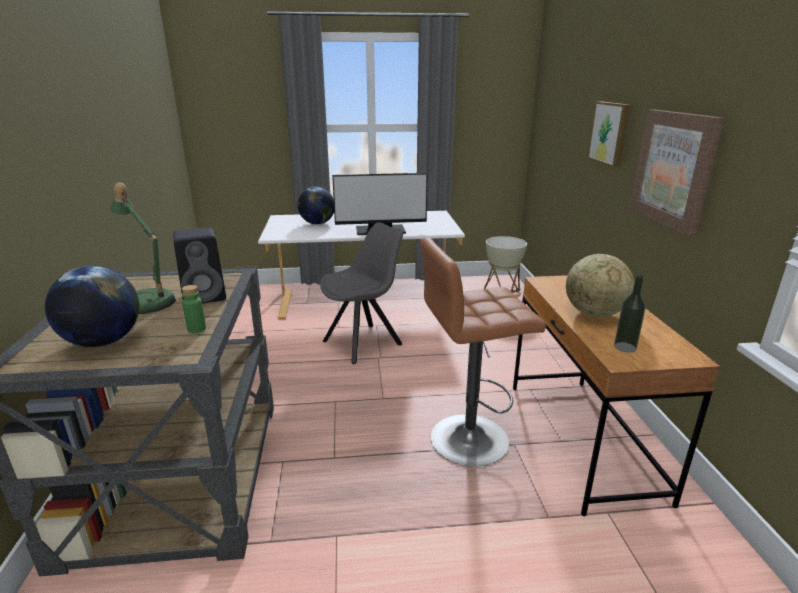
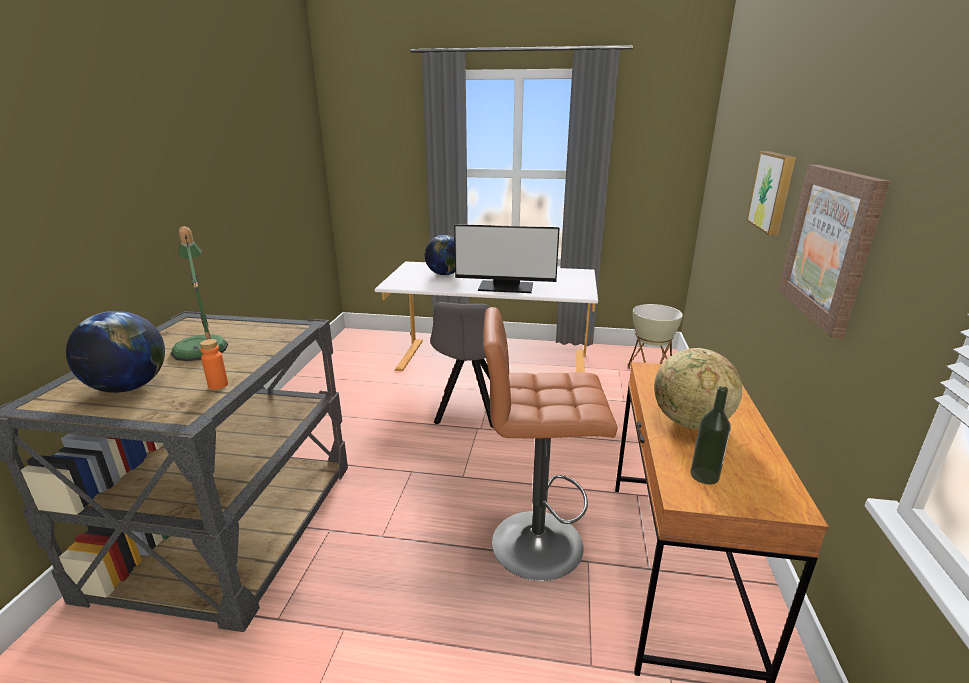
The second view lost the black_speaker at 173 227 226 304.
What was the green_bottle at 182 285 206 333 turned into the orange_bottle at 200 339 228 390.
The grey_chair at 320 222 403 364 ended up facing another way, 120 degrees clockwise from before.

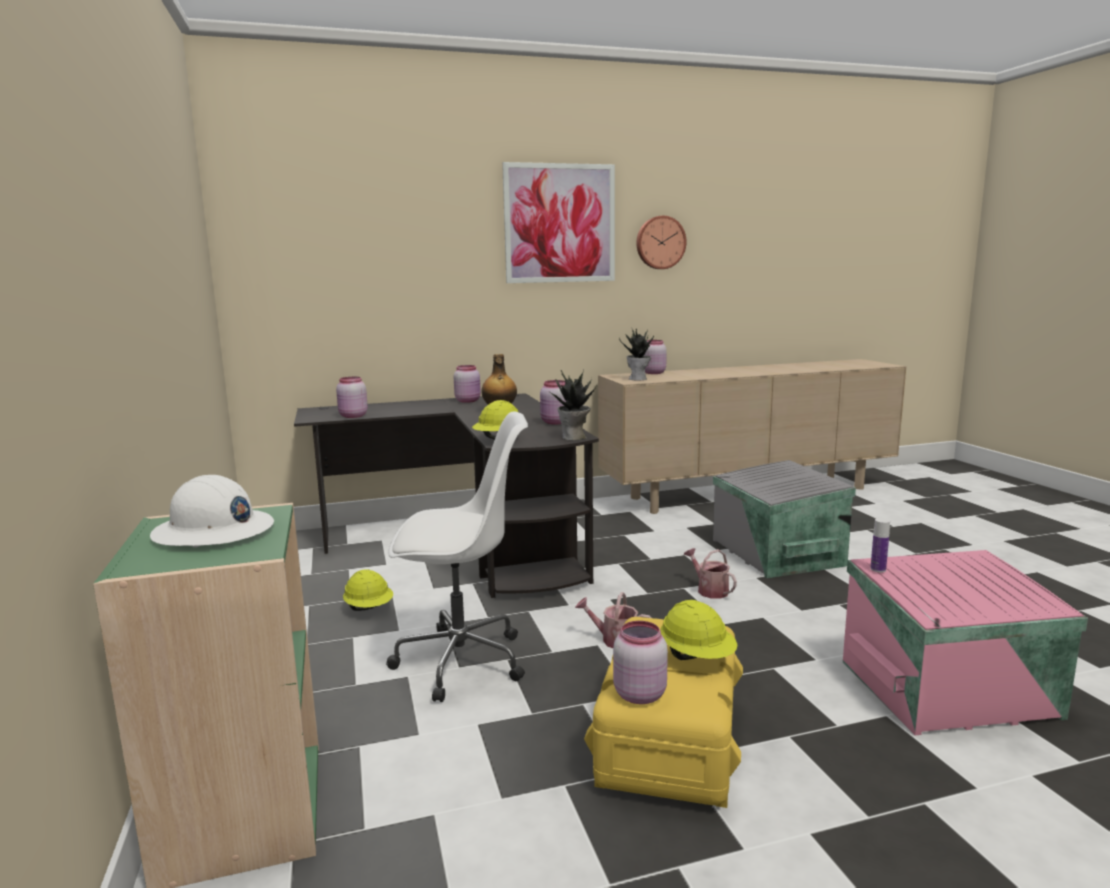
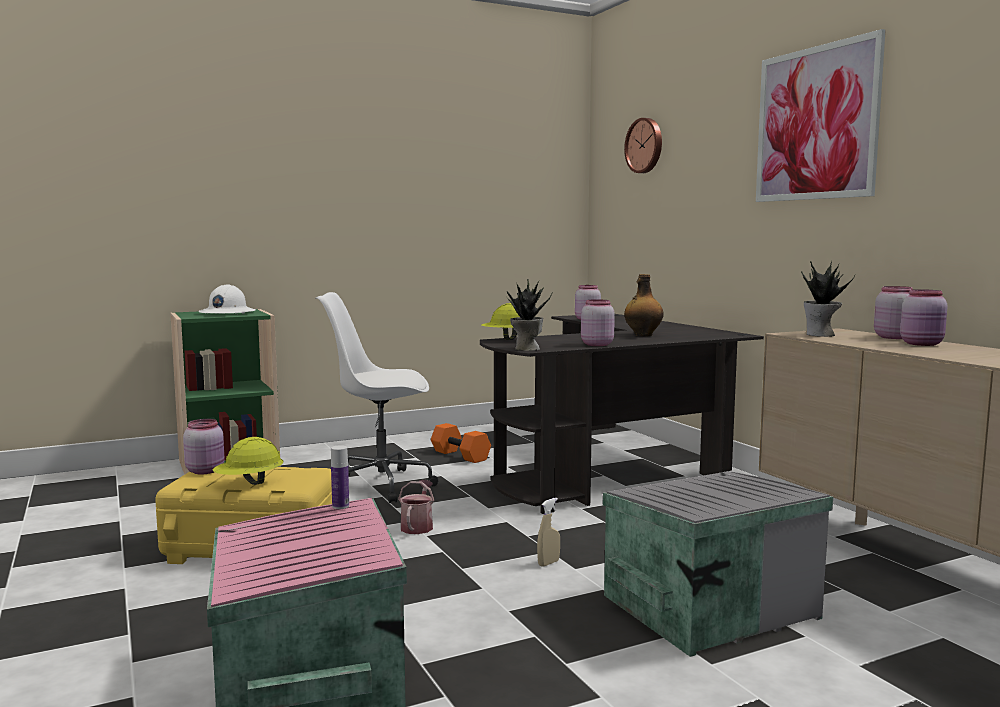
The pink_jar ended up elsewhere, having gone from 454 365 481 403 to 900 289 947 346.
The wall_clock ended up elsewhere, having gone from 636 216 687 269 to 624 118 662 173.
Where the yellow_hard_hat stood at 343 569 393 611, the orange_dumbbell came to stand at 431 423 491 463.
Where the watering_can stood at 684 548 737 599, the beige_spray_bottle came to stand at 537 498 560 567.
The white_office_chair at 386 412 528 702 ended up facing another way, 105 degrees clockwise from before.

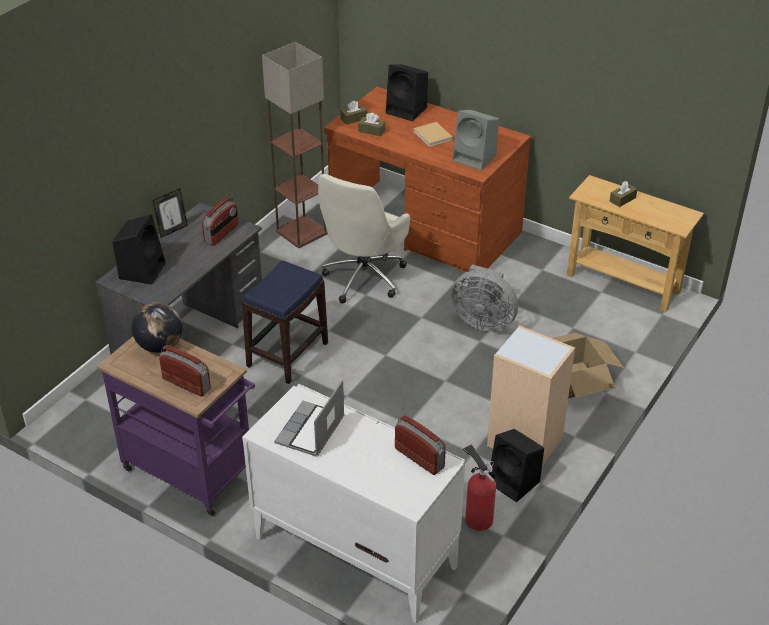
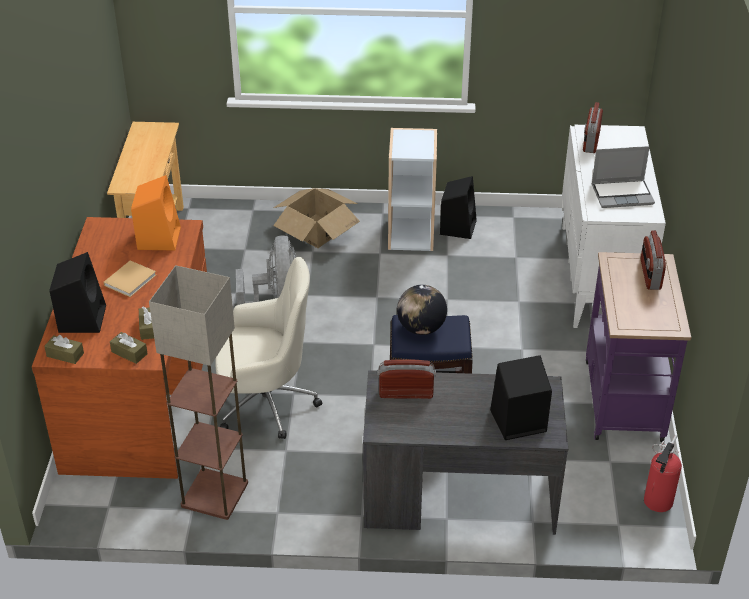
The second view lost the picture_frame at 152 188 188 238.
The globe ended up elsewhere, having gone from 132 302 183 353 to 397 285 447 335.
The fire_extinguisher ended up elsewhere, having gone from 463 444 496 531 to 644 435 682 512.
The brown_tissue_box ended up elsewhere, having gone from 610 181 637 207 to 44 335 84 364.
What was the grey_speaker at 452 110 499 170 turned into the orange_speaker at 131 175 181 251.

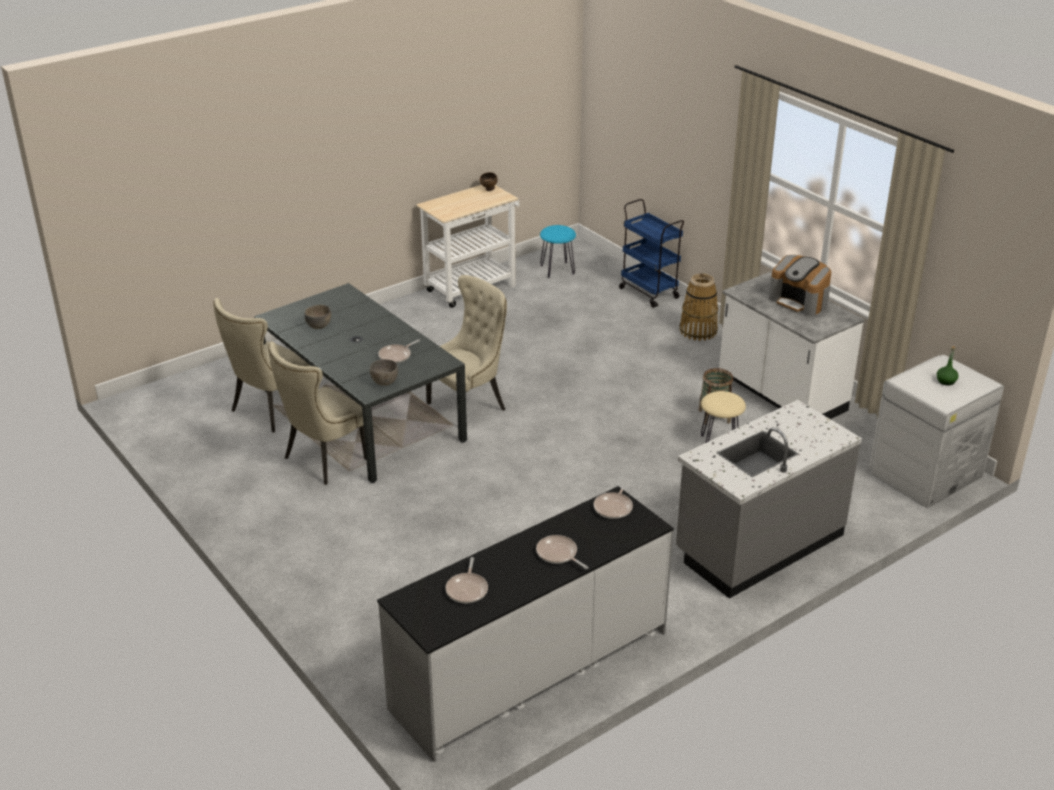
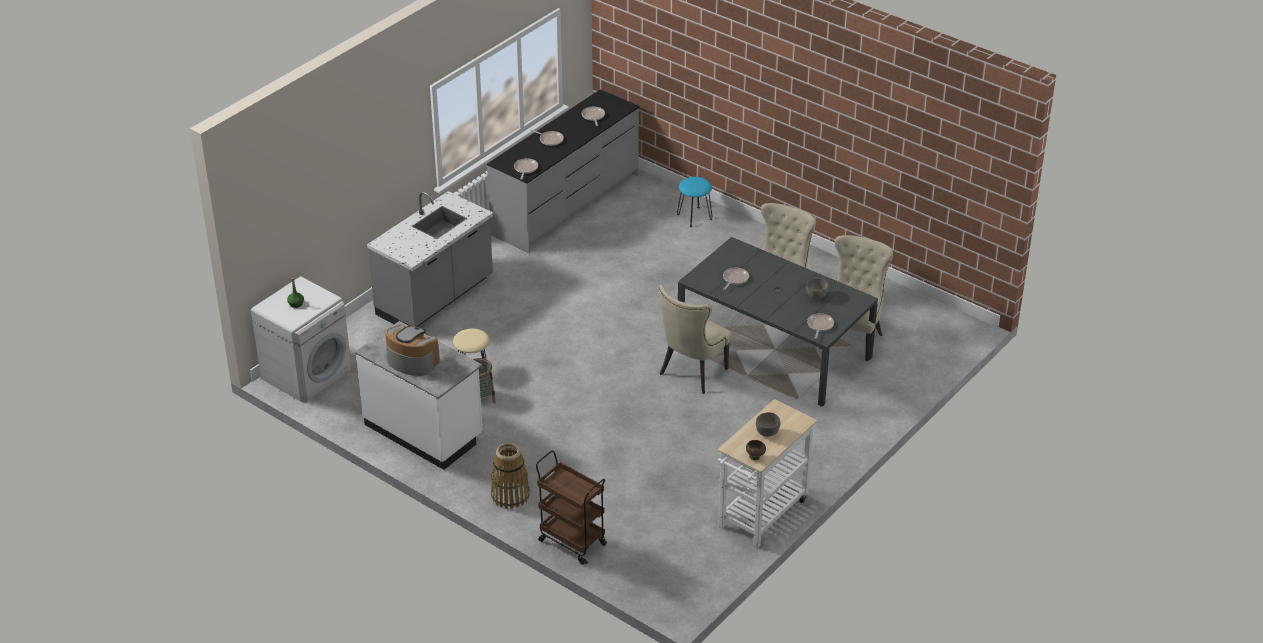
The second view gained the frying_pan at 807 313 834 339.
The grey_bowl ended up elsewhere, having gone from 370 359 398 386 to 756 412 780 437.
The turquoise_stool ended up elsewhere, having gone from 540 225 576 278 to 677 177 713 227.
What was the blue_cart at 619 199 684 308 turned into the brown_cart at 536 451 607 565.

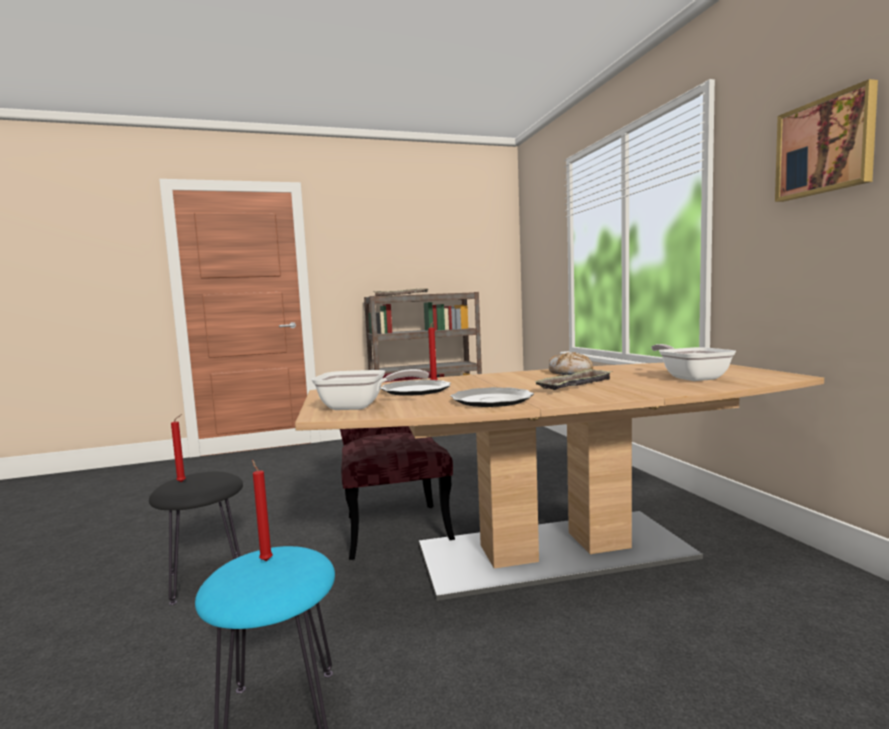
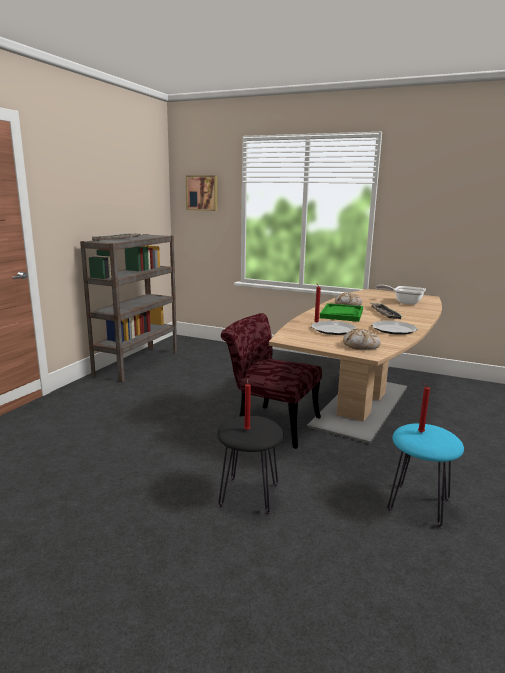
The second view gained the green_tray at 320 303 363 322.
The picture ended up elsewhere, having gone from 775 79 878 202 to 186 175 217 211.
Where the frying_pan stood at 311 369 429 410, the bread came to stand at 343 328 381 350.

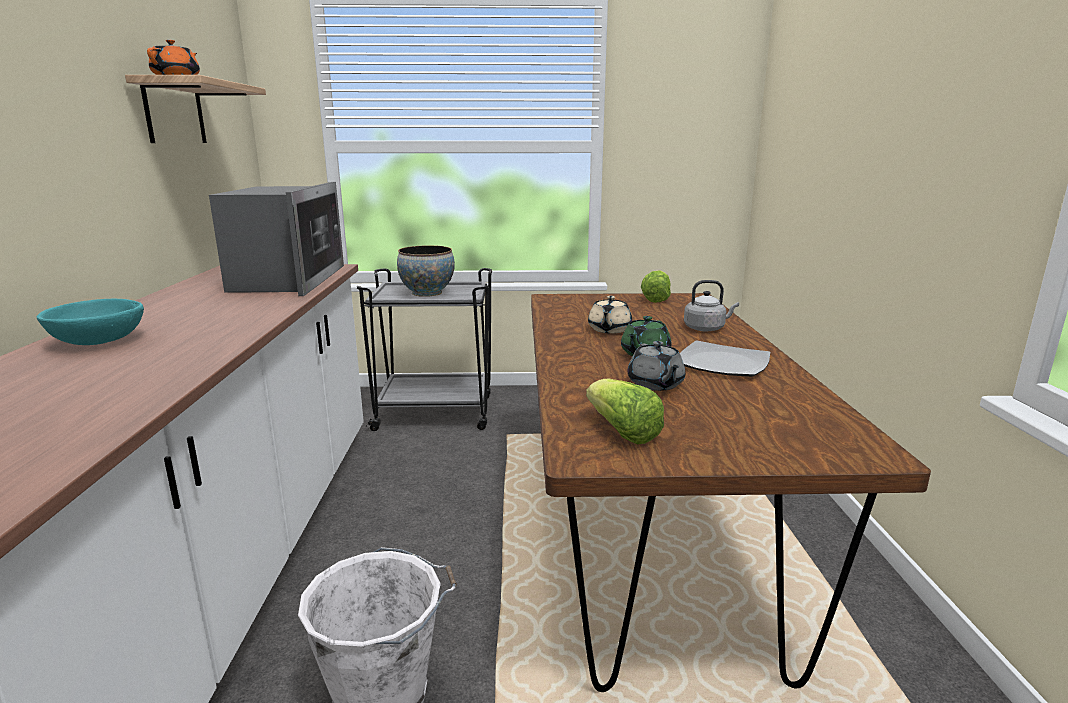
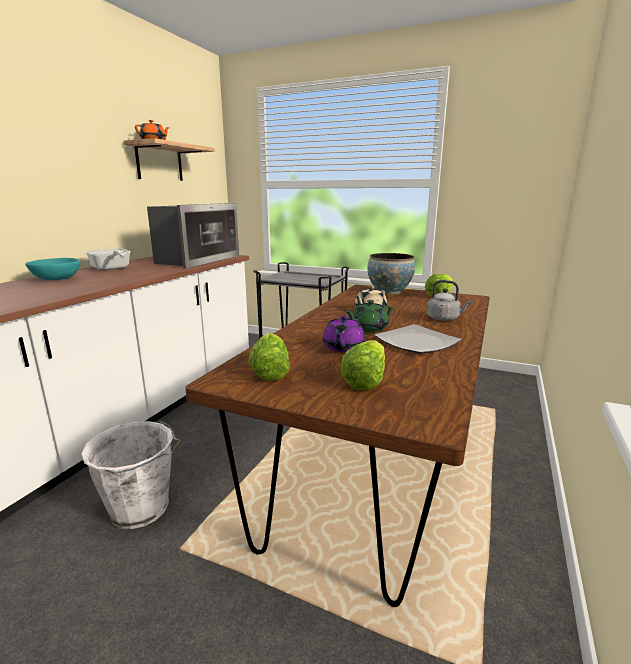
The second view gained the frying_pan at 85 248 131 270.
The second view gained the lettuce at 340 340 385 390.
The bowl ended up elsewhere, having gone from 397 245 455 297 to 367 253 415 295.
What was the grey_teapot at 628 341 685 391 turned into the purple_teapot at 323 315 365 352.

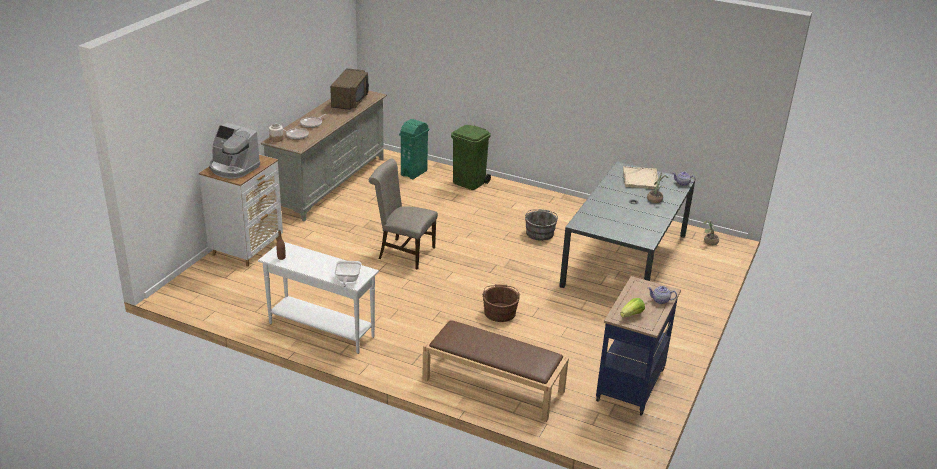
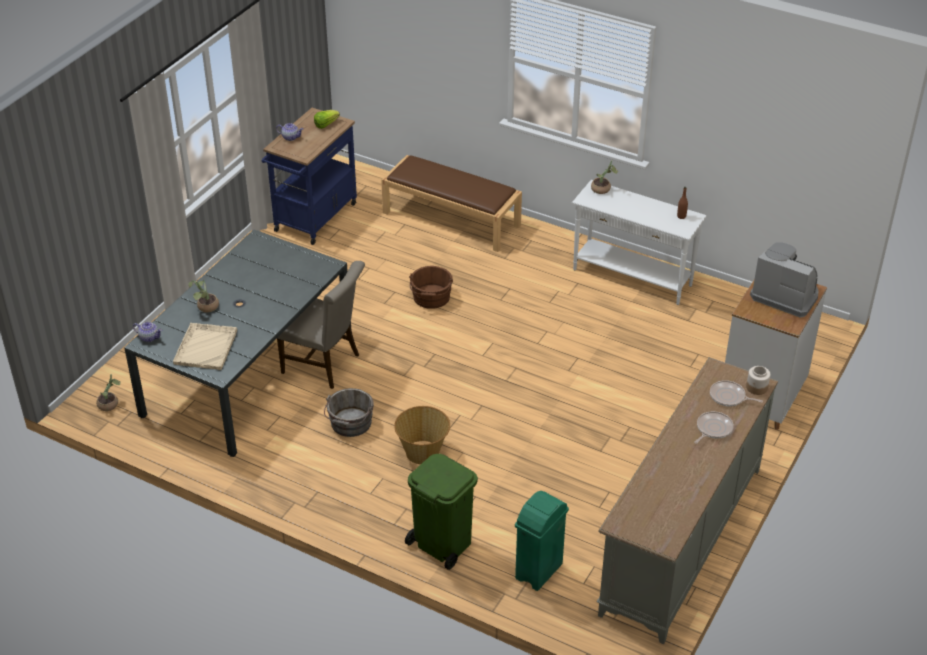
The second view lost the brown_microwave at 330 68 369 110.
The second view gained the basket at 394 406 450 464.
The beige_chair ended up elsewhere, having gone from 369 158 438 270 to 277 261 365 389.
Where the frying_pan stood at 334 260 361 287, the potted_plant came to stand at 591 160 619 194.

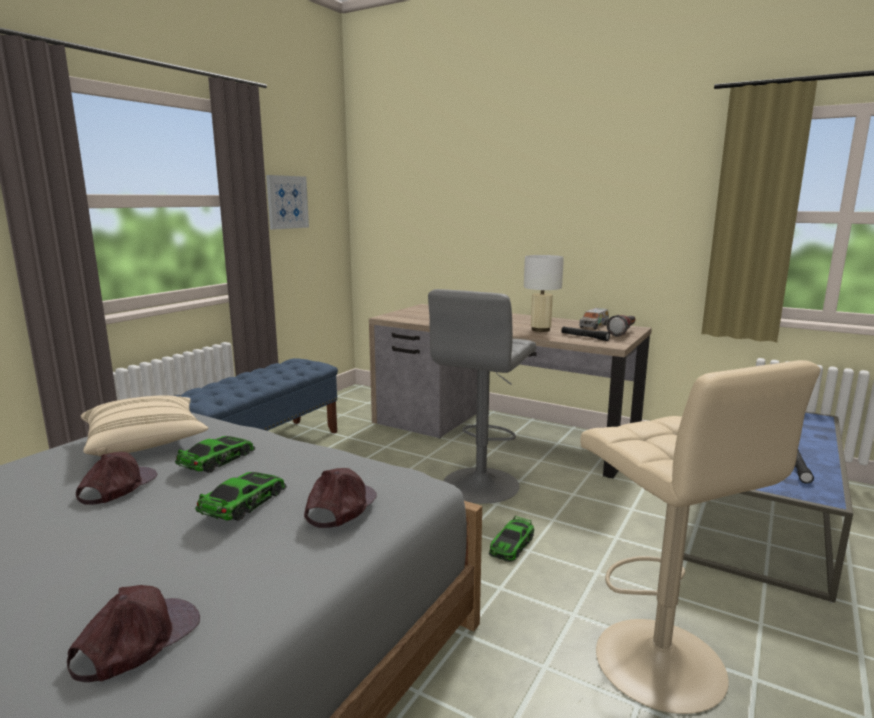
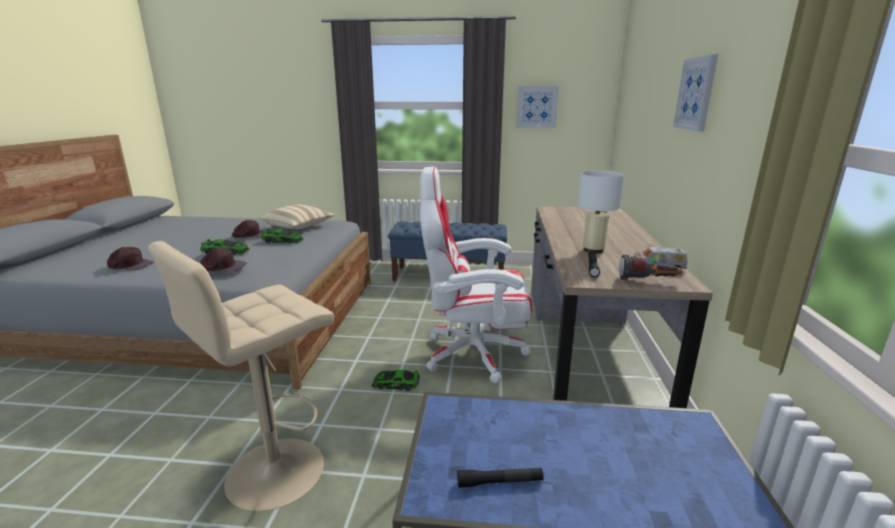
The second view gained the picture at 673 54 718 132.
Where the grey_stool stood at 428 289 536 504, the white_office_chair came to stand at 420 166 533 383.

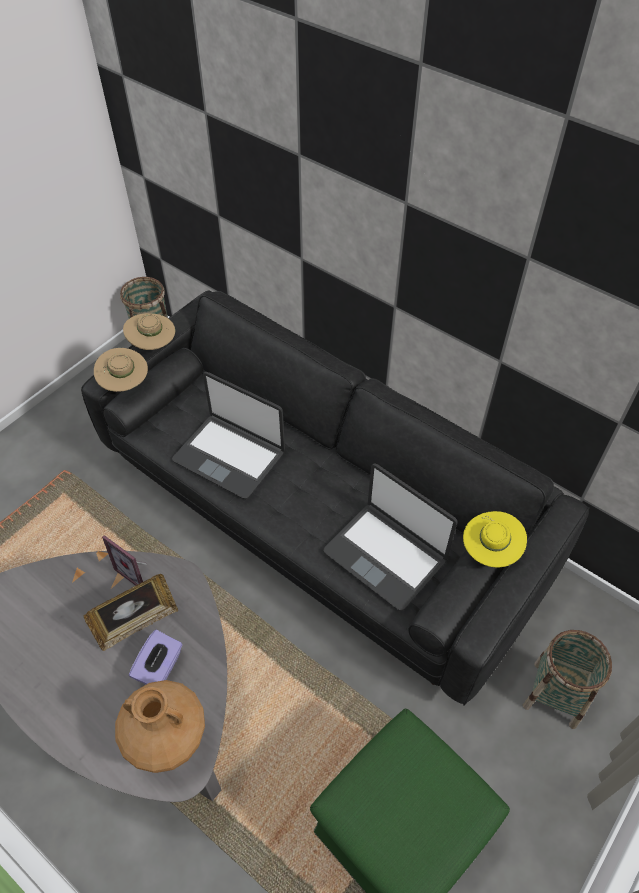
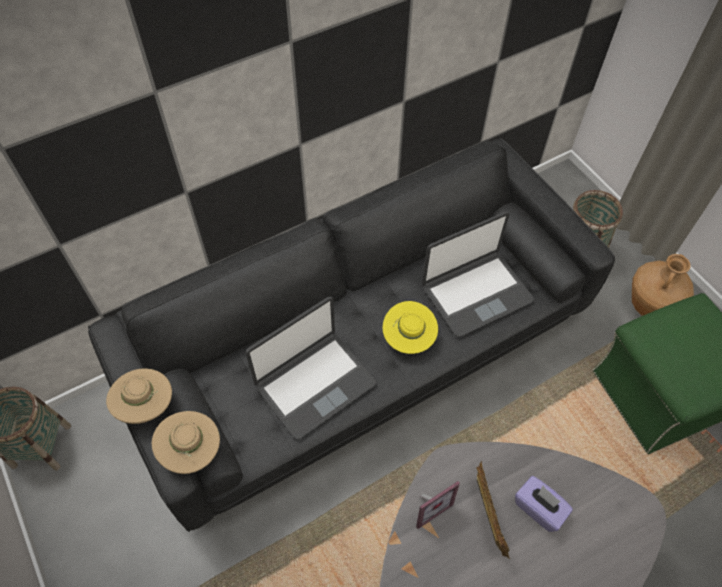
The brown_vase ended up elsewhere, having gone from 115 680 205 773 to 632 254 694 316.
The yellow_hat ended up elsewhere, having gone from 463 511 527 567 to 382 301 438 354.

